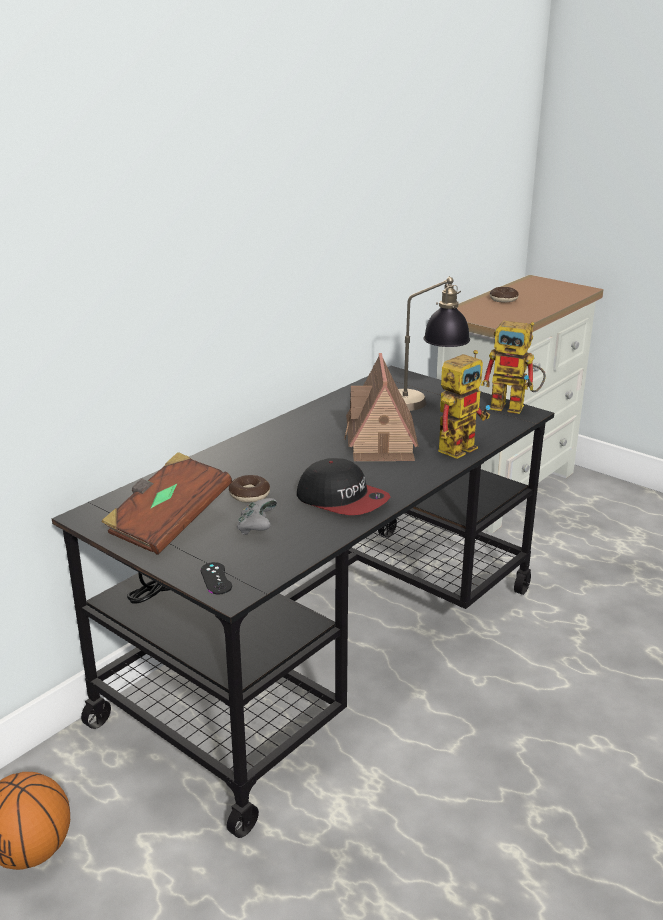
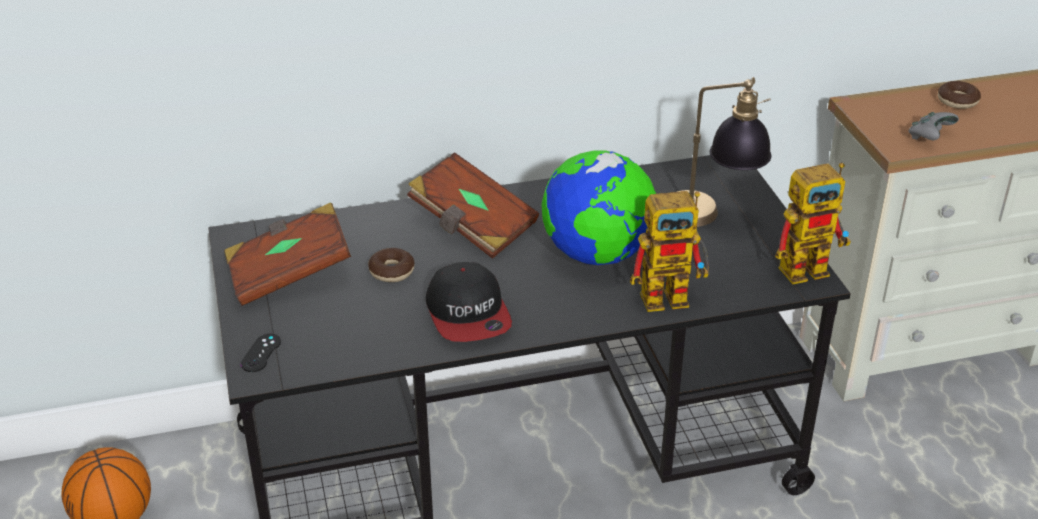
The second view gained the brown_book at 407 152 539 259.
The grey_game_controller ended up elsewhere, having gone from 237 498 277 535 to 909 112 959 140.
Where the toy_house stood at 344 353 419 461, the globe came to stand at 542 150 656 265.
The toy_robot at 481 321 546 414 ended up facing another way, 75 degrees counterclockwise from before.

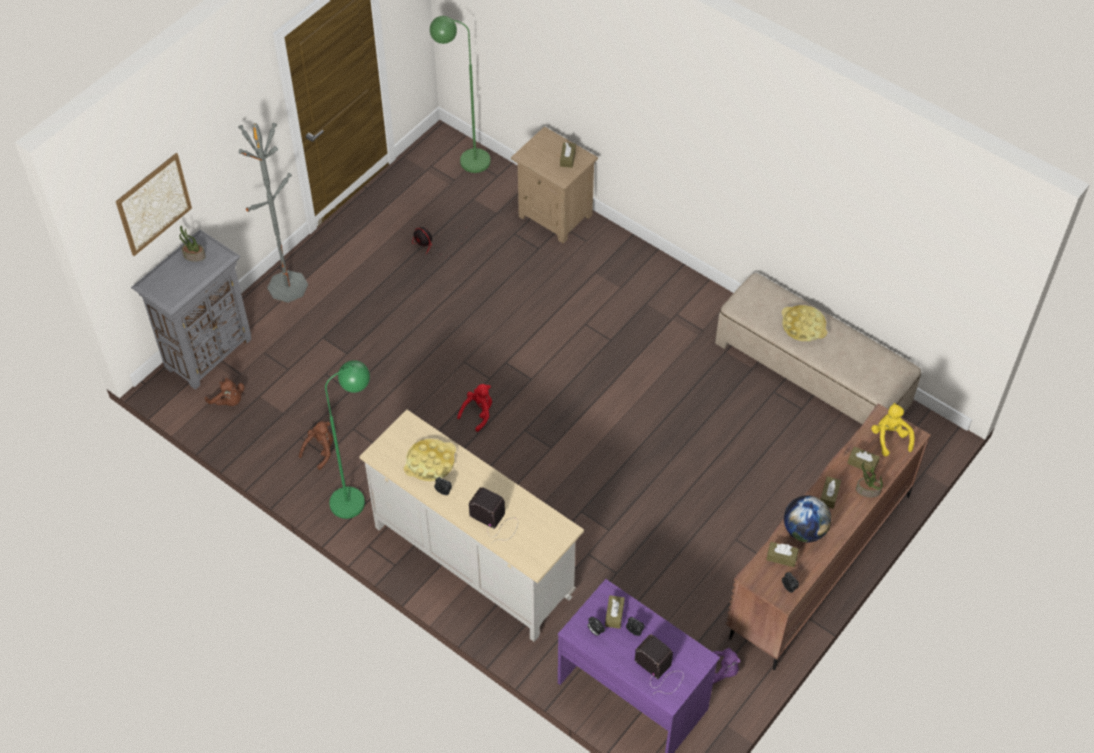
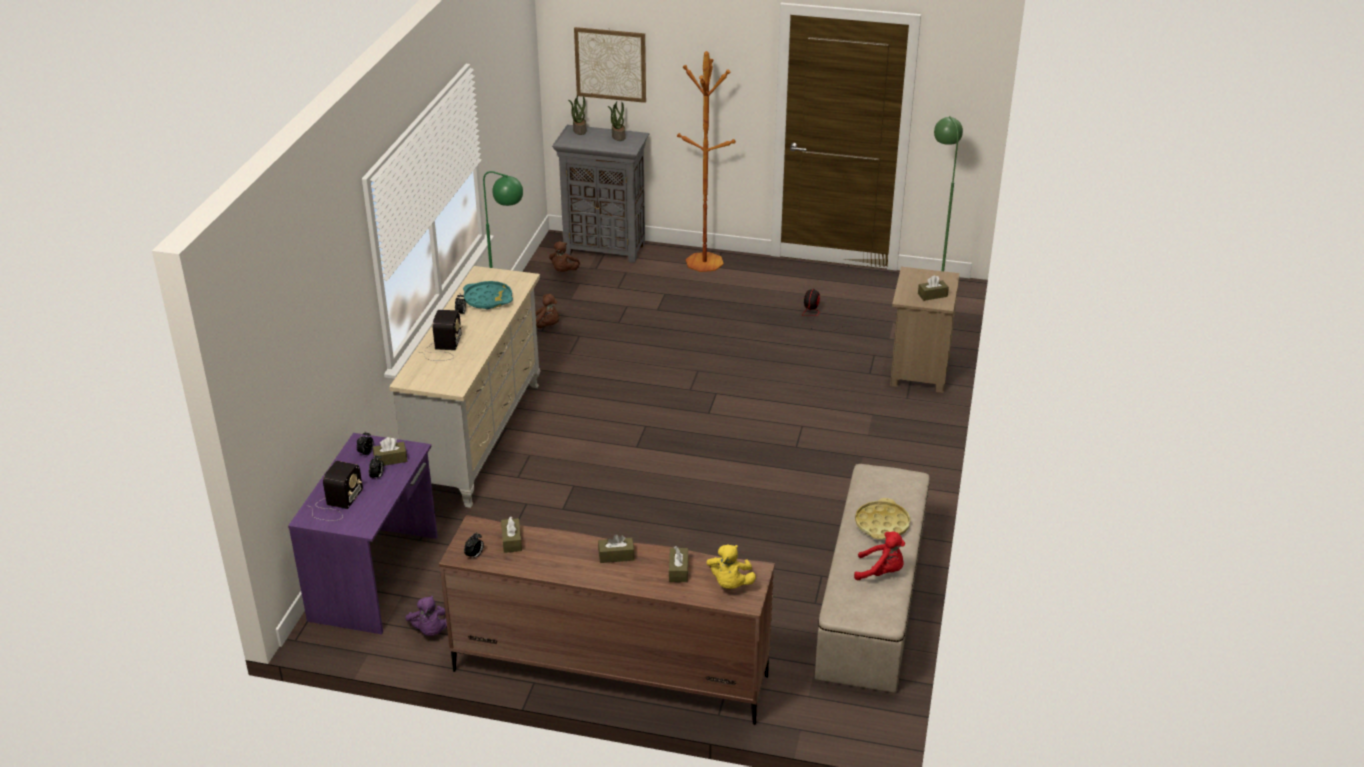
The second view lost the globe at 784 495 831 542.
The red_plush_toy ended up elsewhere, having gone from 457 384 492 432 to 854 531 905 581.
The potted_plant ended up elsewhere, having gone from 856 461 883 498 to 568 95 586 135.
What was the grey_clothes_rack at 238 123 308 303 turned into the orange_clothes_rack at 677 51 736 272.
What was the yellow_tray at 404 439 456 481 turned into the turquoise_tray at 463 281 513 310.
The yellow_plush_toy at 871 402 915 456 ended up facing another way, 135 degrees clockwise from before.

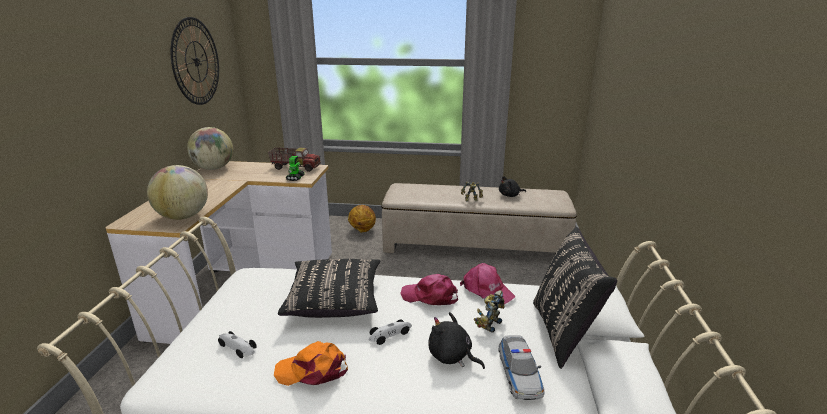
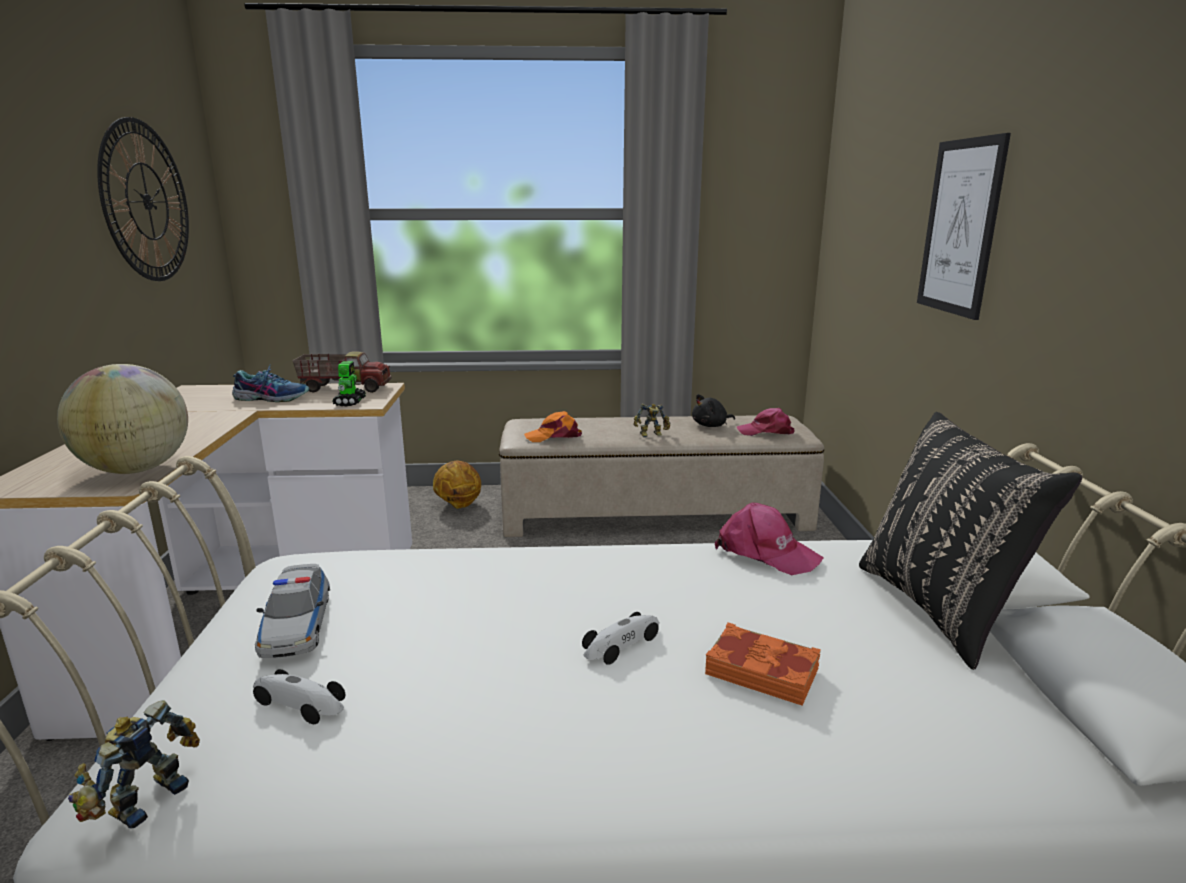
The second view lost the globe at 187 127 233 170.
The second view lost the black_pillow at 278 259 380 318.
The second view gained the shoe at 232 365 309 402.
The second view gained the picture at 917 133 1011 320.
The orange_cap ended up elsewhere, having gone from 274 341 348 386 to 524 411 582 442.
The pink_cap ended up elsewhere, having gone from 400 274 458 305 to 736 408 795 436.
The toy_robot ended up elsewhere, having gone from 474 290 505 333 to 68 700 200 829.
The toy_car ended up elsewhere, having gone from 498 335 545 400 to 255 564 330 658.
Where the black_plush_toy stood at 428 312 485 369, the orange_book came to stand at 705 623 821 706.

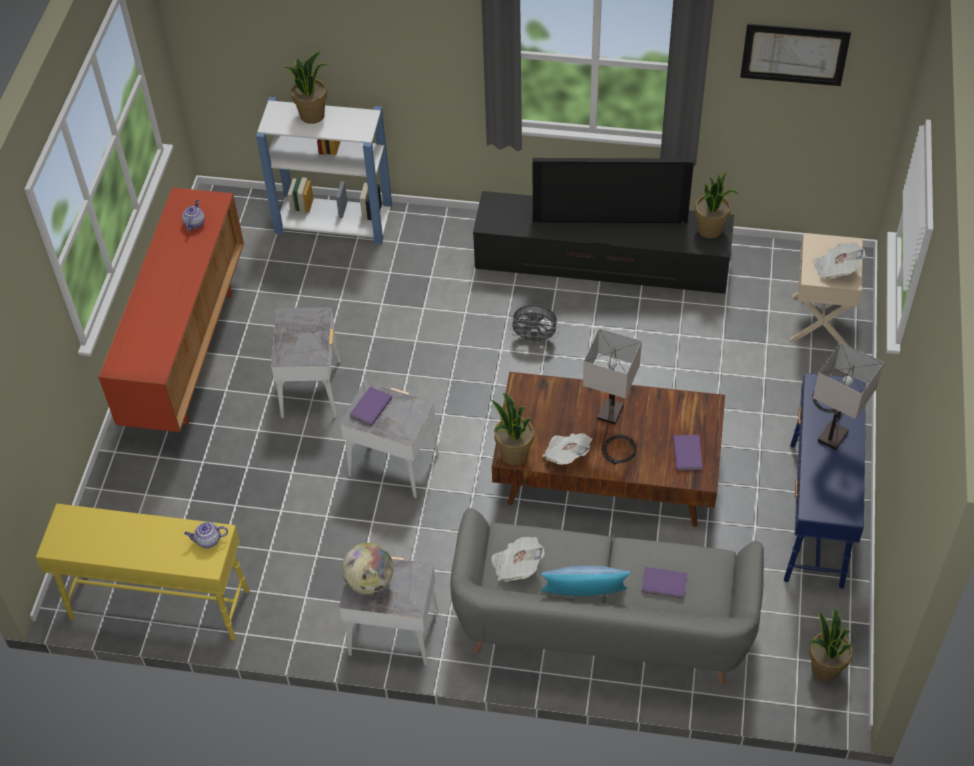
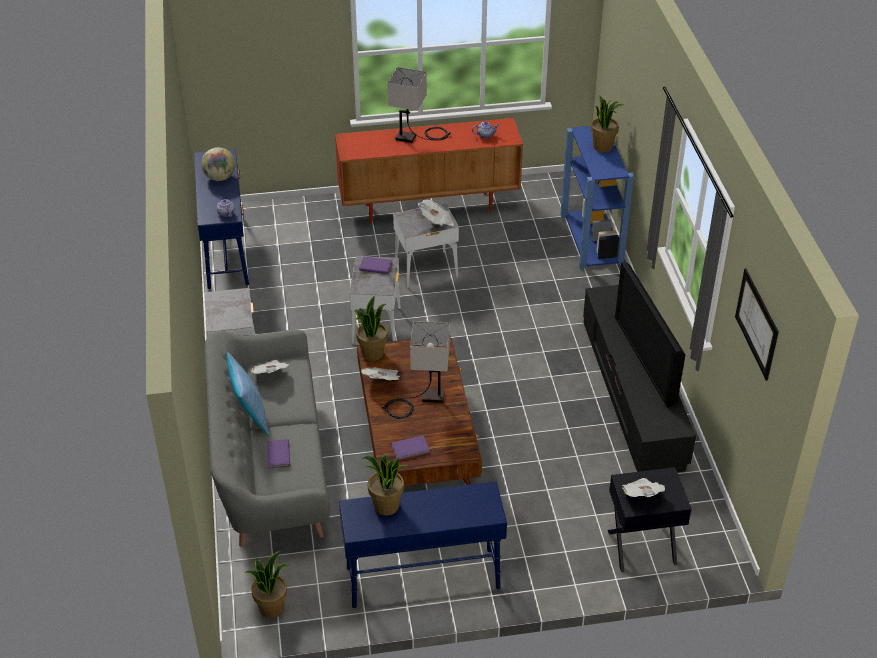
The second view lost the grey_fan at 509 305 559 345.
The second view gained the newspaper at 418 200 454 226.
The globe ended up elsewhere, having gone from 342 543 394 595 to 201 147 235 181.
The potted_plant ended up elsewhere, having gone from 695 171 738 239 to 362 455 406 515.
The table_lamp ended up elsewhere, having gone from 813 342 884 450 to 388 67 451 143.
What was the yellow_console_table at 35 504 250 641 turned into the blue_console_table at 194 149 249 289.
What was the white_bookcase at 256 97 392 244 turned into the blue_bookcase at 561 126 634 269.
What was the beige_nightstand at 790 233 863 345 turned into the black_nightstand at 608 467 692 572.

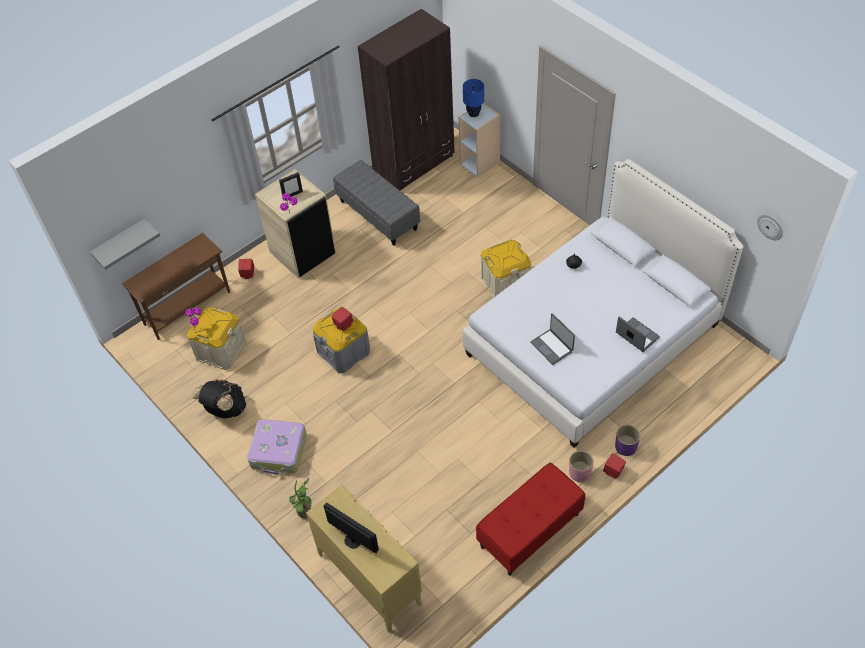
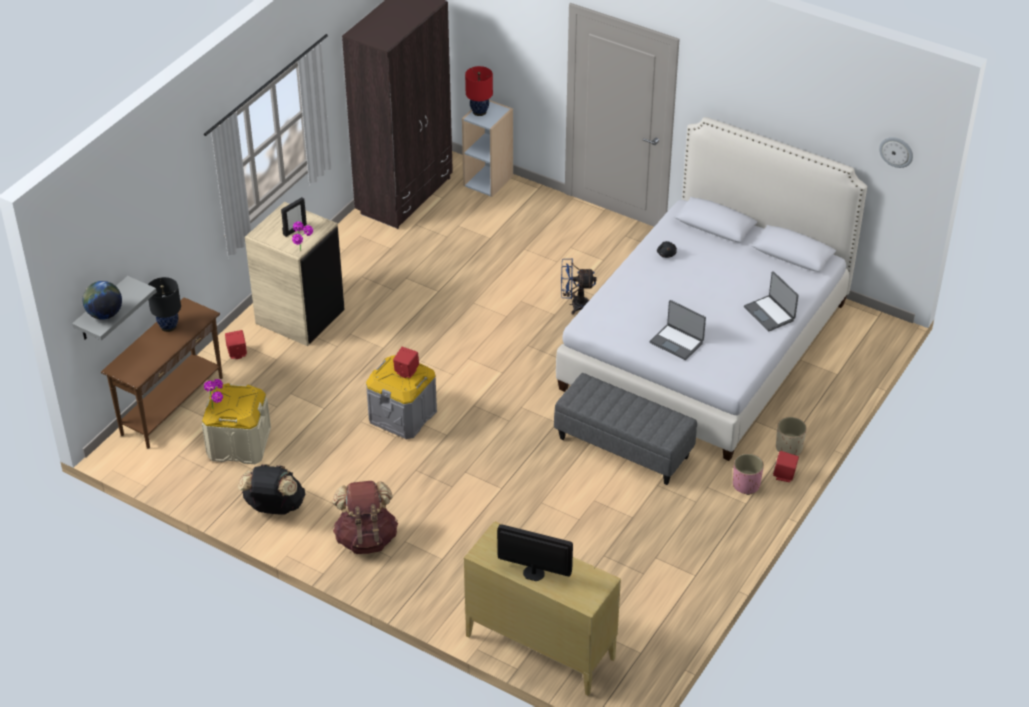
The second view lost the potted_plant at 289 478 312 518.
The second view lost the red_bench at 476 462 585 576.
The second view gained the globe at 83 281 122 320.
The second view gained the black_table_lamp at 148 277 181 332.
The grey_ottoman ended up elsewhere, having gone from 333 160 420 246 to 554 373 697 485.
Where the suitcase stood at 247 419 307 475, the brown_backpack came to stand at 333 481 398 554.
Where the beige_storage_box stood at 481 240 531 298, the blue_fan came to stand at 561 258 597 315.
What was the blue_table_lamp at 463 79 484 117 turned into the red_table_lamp at 465 66 493 116.
What was the purple_planter at 615 425 640 456 turned into the beige_planter at 776 417 807 456.
The laptop at 616 316 660 352 ended up facing another way, 150 degrees counterclockwise from before.

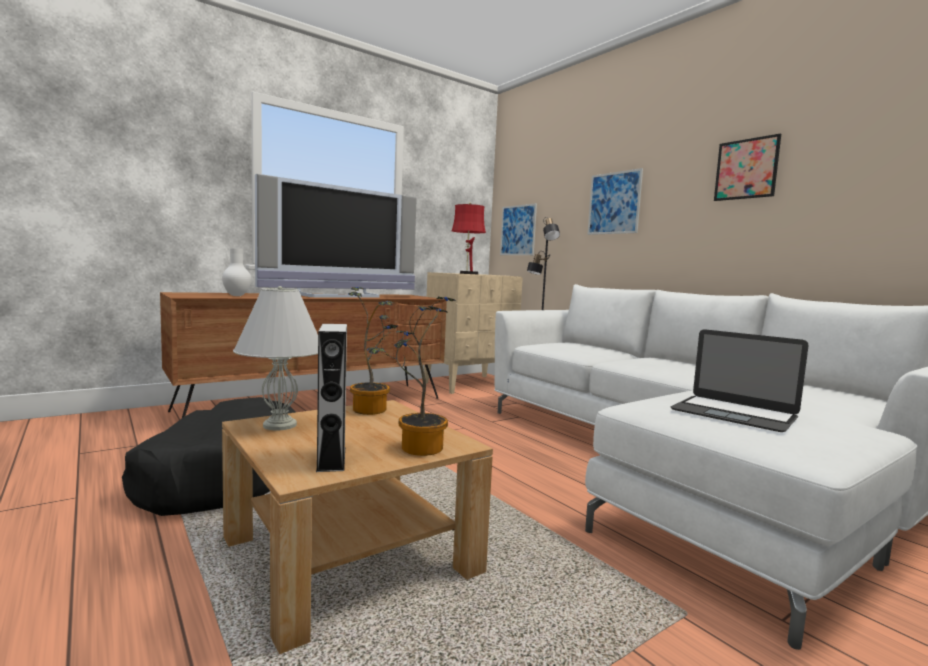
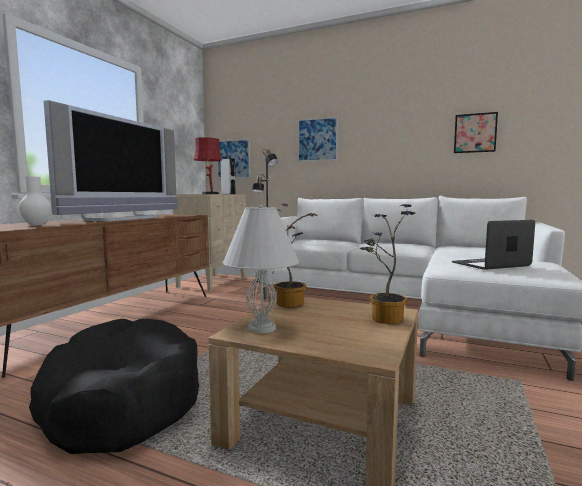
The grey_speaker ended up elsewhere, having gone from 316 324 347 472 to 221 158 236 194.
The picture ended up elsewhere, having gone from 714 134 781 201 to 454 112 498 153.
The laptop at 671 329 809 432 ended up facing another way, 150 degrees clockwise from before.

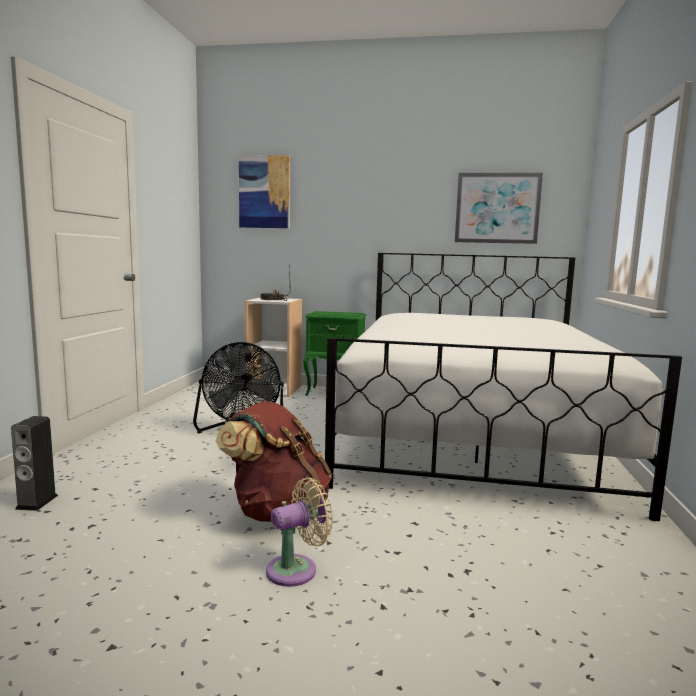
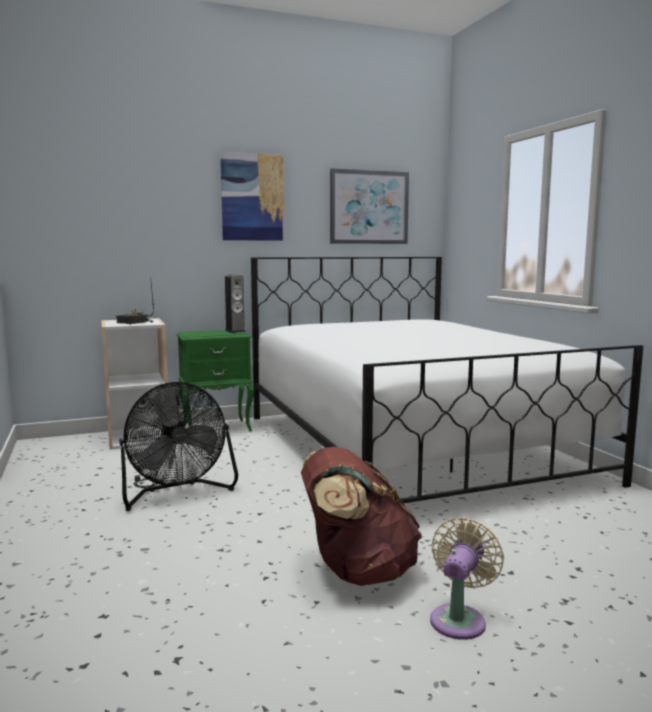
The speaker ended up elsewhere, having gone from 11 416 58 511 to 225 275 246 333.
The picture ended up elsewhere, having gone from 239 155 290 228 to 220 152 284 241.

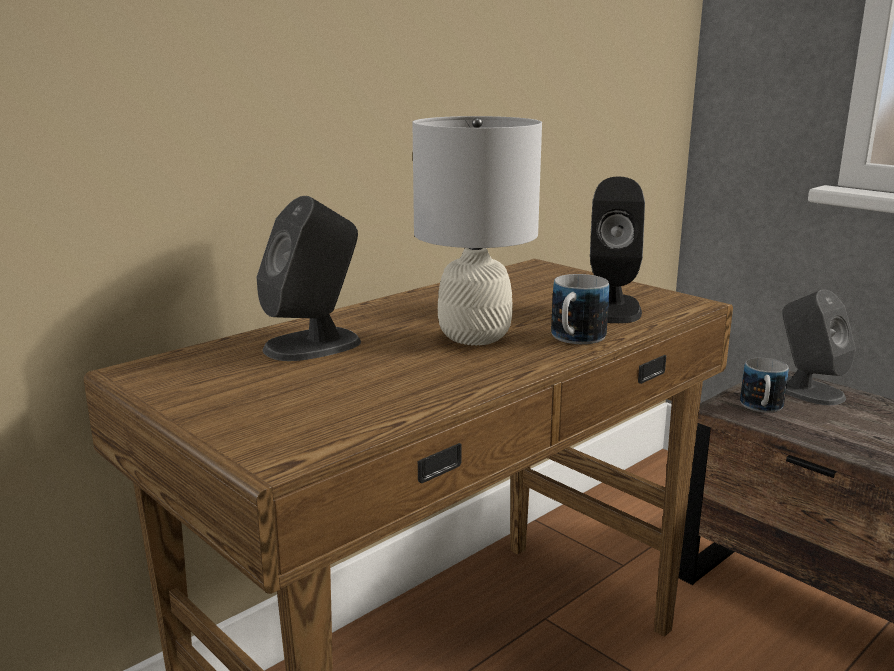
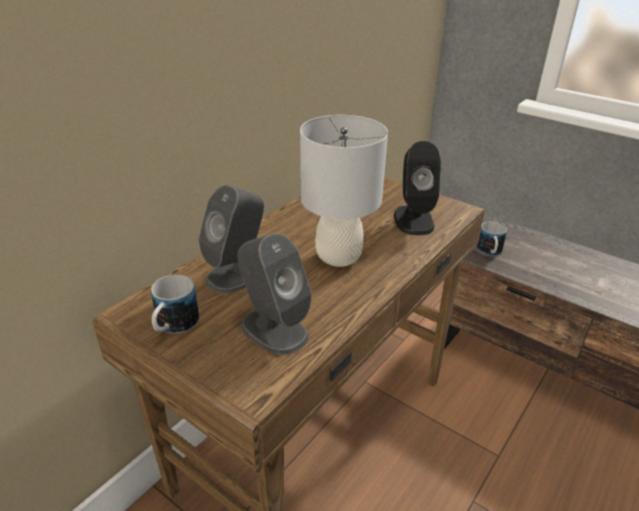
The mug ended up elsewhere, having gone from 551 274 609 344 to 151 274 199 334.
The grey_speaker ended up elsewhere, having gone from 782 289 856 405 to 237 233 312 355.

